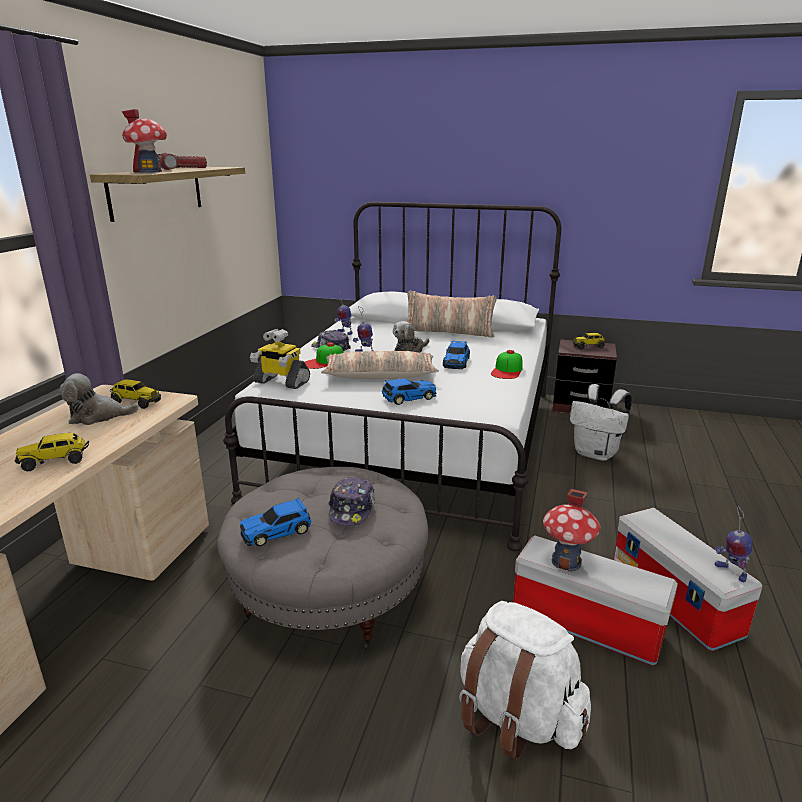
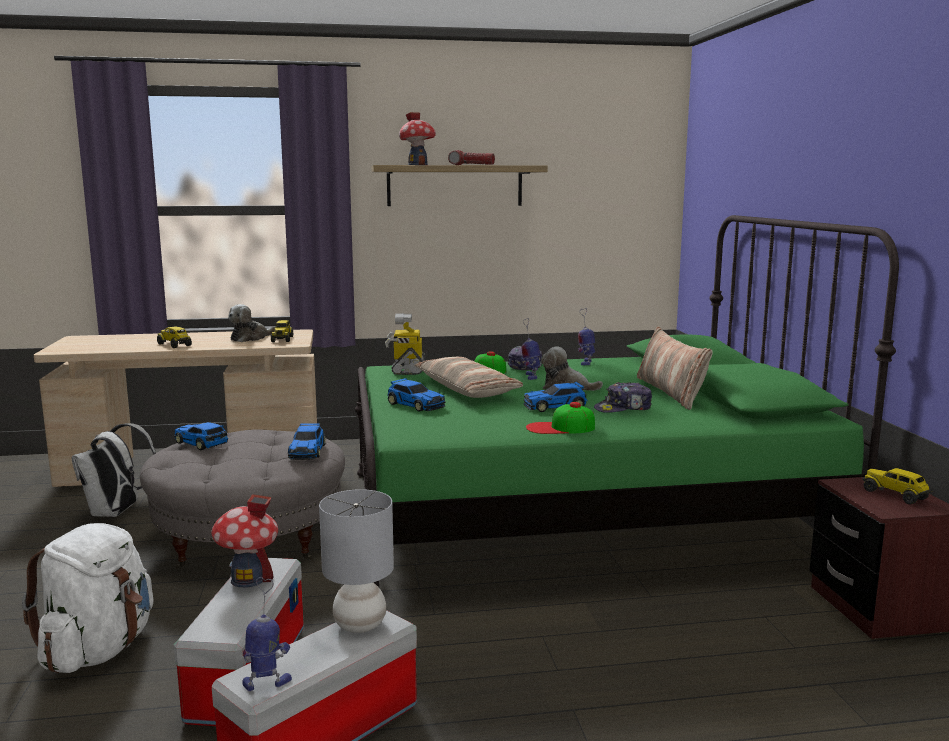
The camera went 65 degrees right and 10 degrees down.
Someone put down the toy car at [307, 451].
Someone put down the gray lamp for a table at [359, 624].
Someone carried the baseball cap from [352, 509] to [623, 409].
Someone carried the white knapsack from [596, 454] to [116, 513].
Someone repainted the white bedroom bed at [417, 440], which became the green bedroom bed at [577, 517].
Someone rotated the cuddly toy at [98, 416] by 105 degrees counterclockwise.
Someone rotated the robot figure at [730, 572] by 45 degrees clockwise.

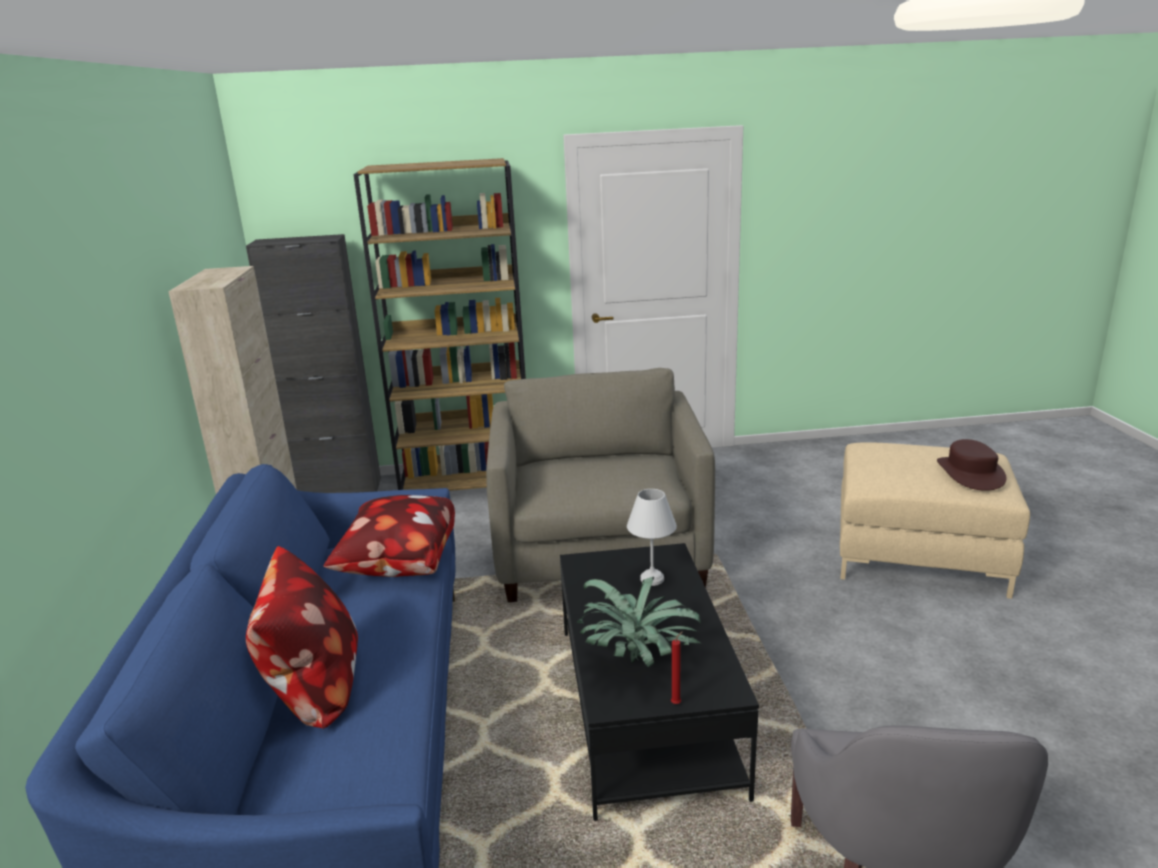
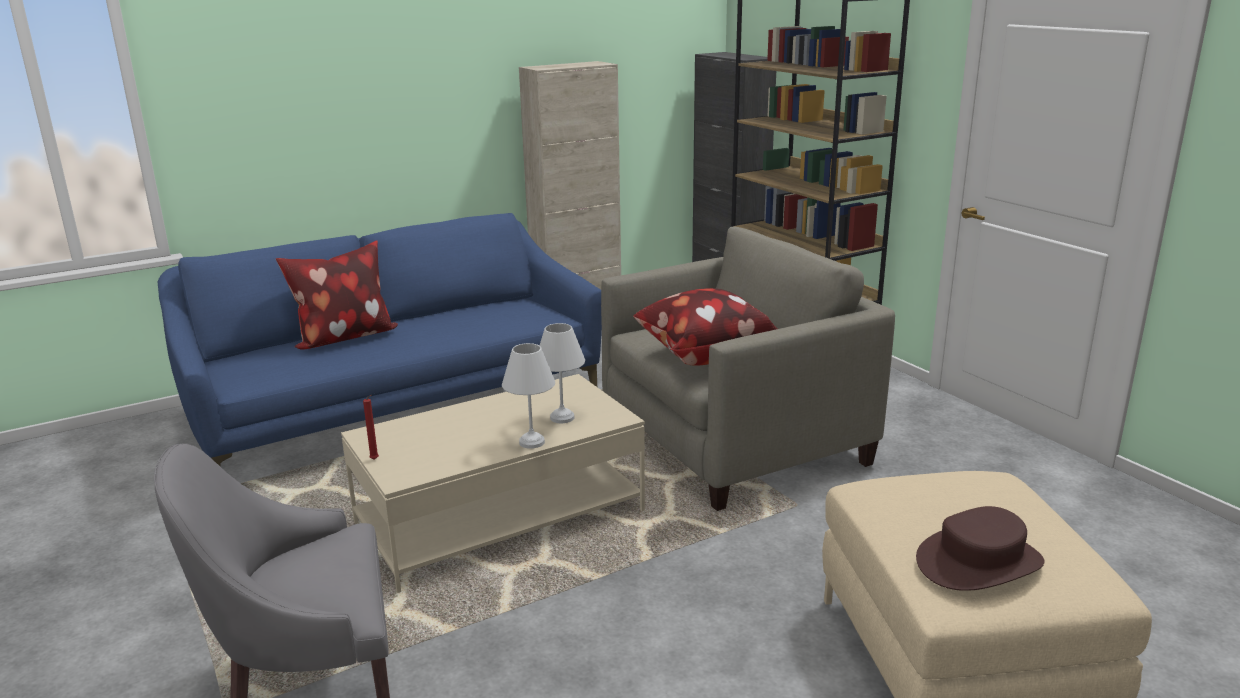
The camera went 65 degrees right and 0 degrees up.
Someone took away the plant in a pot at [638, 659].
Someone put down the white lamp for a table at [532, 442].
Someone carried the pillow from [397, 565] to [703, 355].
Someone repainted the blackish coffee table at [645, 707], which became the beige-coloured coffee table at [500, 517].

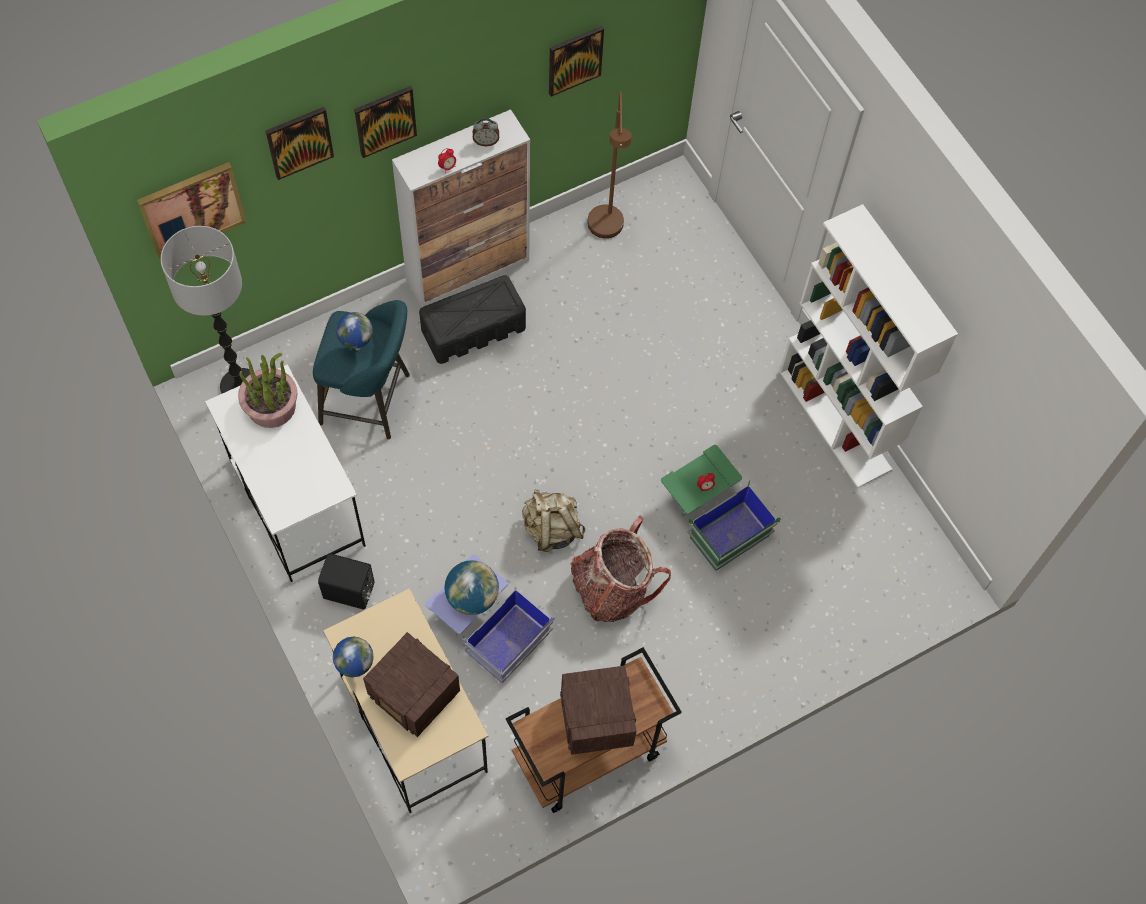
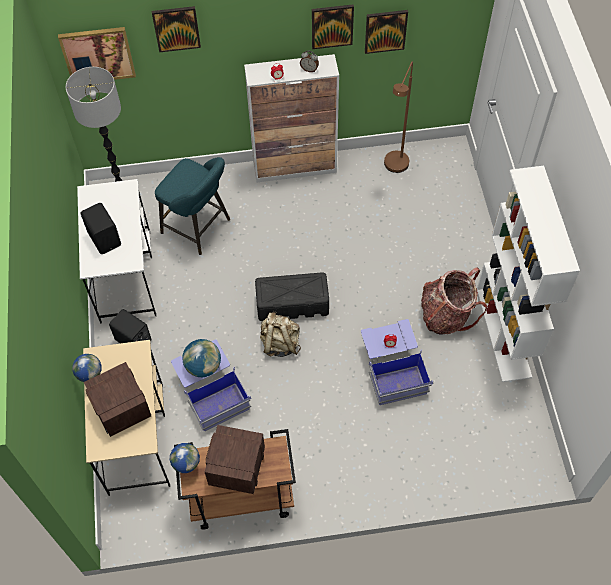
The camera went 25 degrees right and 5 degrees down.
Someone took away the plant in a pot at [272, 406].
Someone put down the blackish loudspeaker at [105, 238].
Someone carried the desk globe from [357, 347] to [187, 467].
Someone carried the picture from [385, 120] to [332, 26].
Someone carried the blackish storage bin from [474, 329] to [293, 304].
Someone carried the knapsack from [612, 588] to [446, 315].
Someone repainted the green storage bin at [714, 517], which became the blue storage bin at [393, 369].

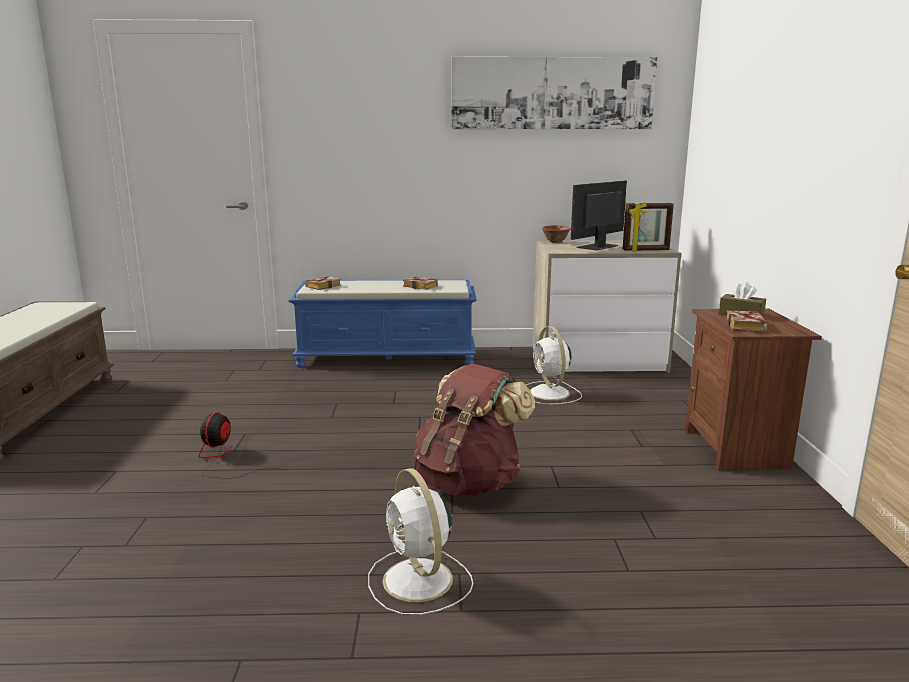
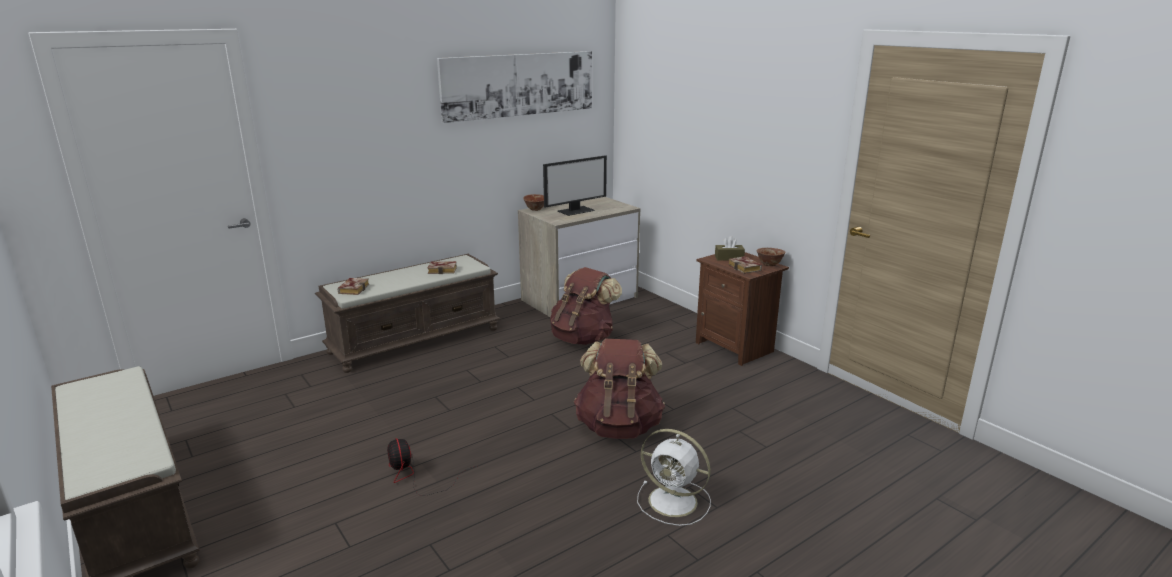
The camera went 35 degrees left and 5 degrees up.
Someone took away the standing frame at [646, 250].
Someone put down the bowl at [769, 264].
Someone swapped the white electric fan at [550, 393] for the brown knapsack at [583, 338].
Someone repainted the blue bench at [388, 358], which became the brown bench at [415, 340].
Someone rotated the computer screen at [597, 247] by 135 degrees counterclockwise.

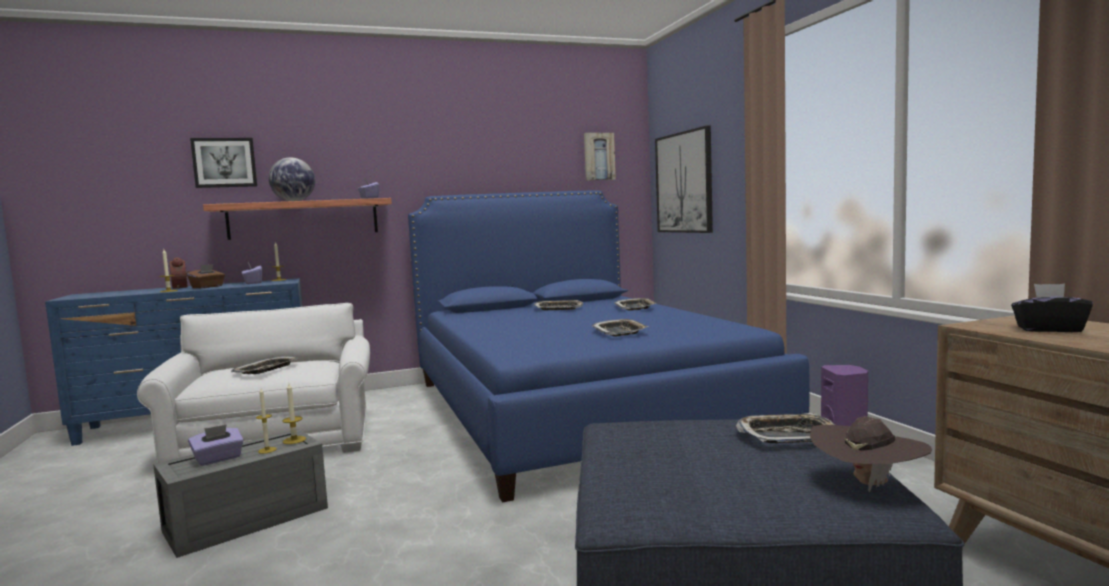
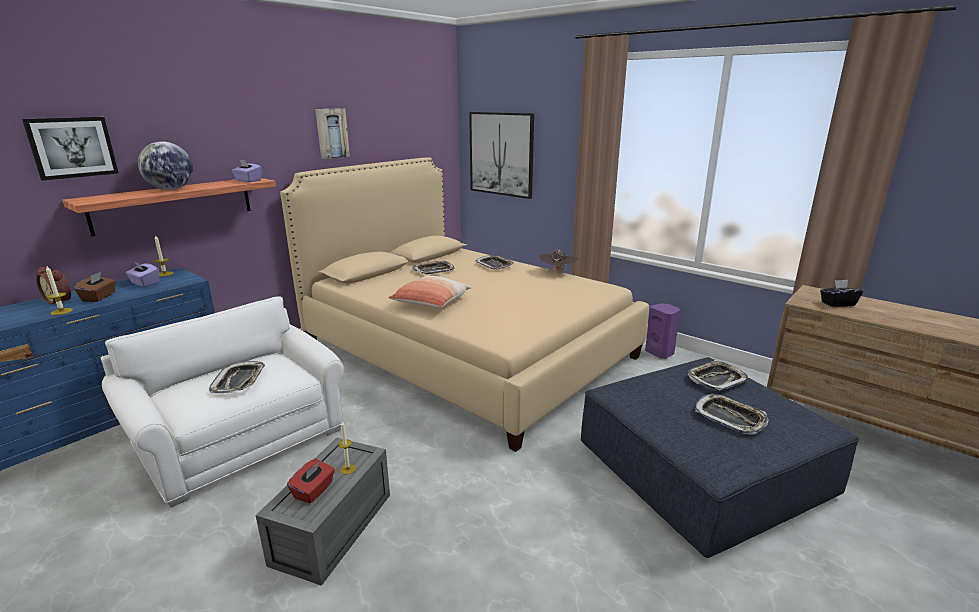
The camera went 30 degrees left and 15 degrees up.
Someone took away the wax light at [294, 440].
Someone put down the pillow at [431, 303].
Someone carried the picture from [599, 156] to [331, 133].
Someone carried the serving tray from [620, 332] to [729, 417].
Someone carried the brown wearable hat from [868, 484] to [558, 273].
Someone repainted the purple-coloured tissue box at [218, 459], which became the reddish tissue box at [314, 491].
Someone repainted the blue bedroom bed at [576, 409], which became the beige-coloured bedroom bed at [467, 350].

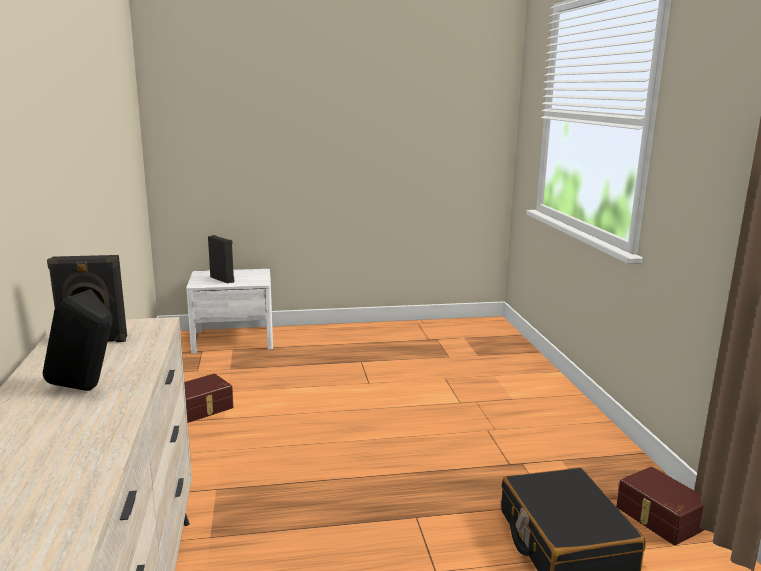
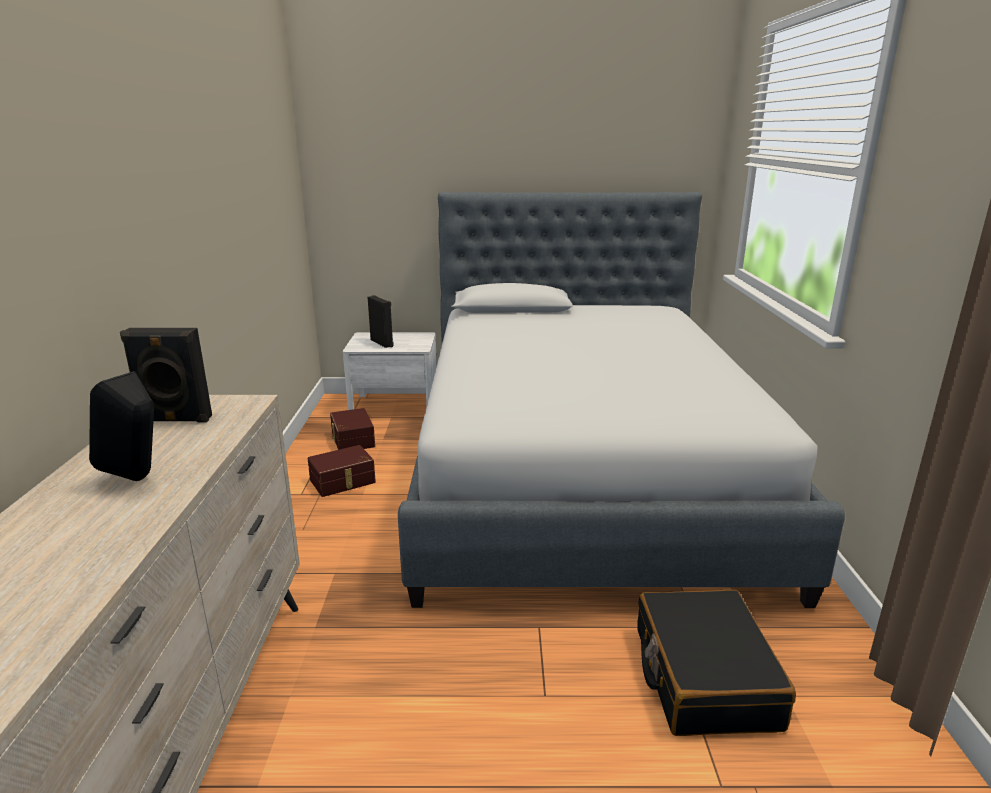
The camera went 10 degrees right and 5 degrees up.
Someone put down the bedroom bed at [580, 472].
Someone carried the brown storage bin from [659, 518] to [351, 440].

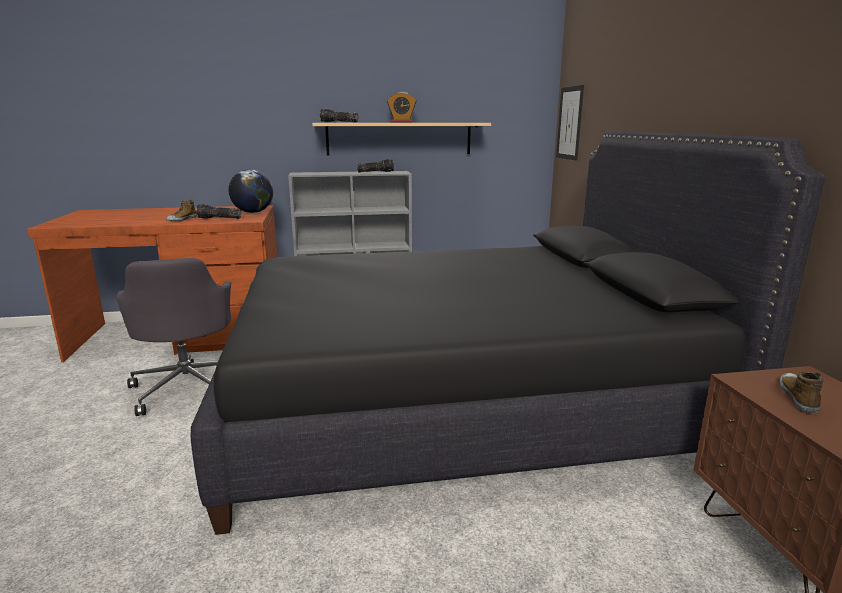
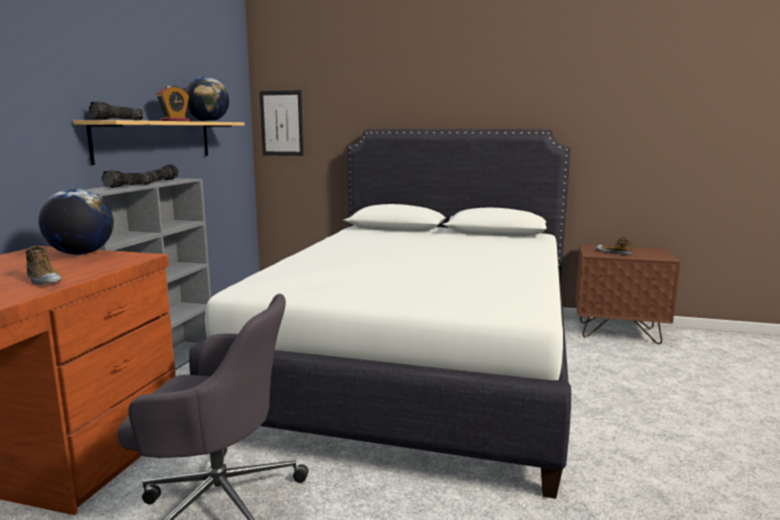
The camera went 65 degrees left and 5 degrees down.
Someone put down the desk globe at [208, 121].
Someone carried the torch from [219, 218] to [129, 186].
Someone repainted the blackish bedroom bed at [457, 404], which became the white bedroom bed at [419, 365].

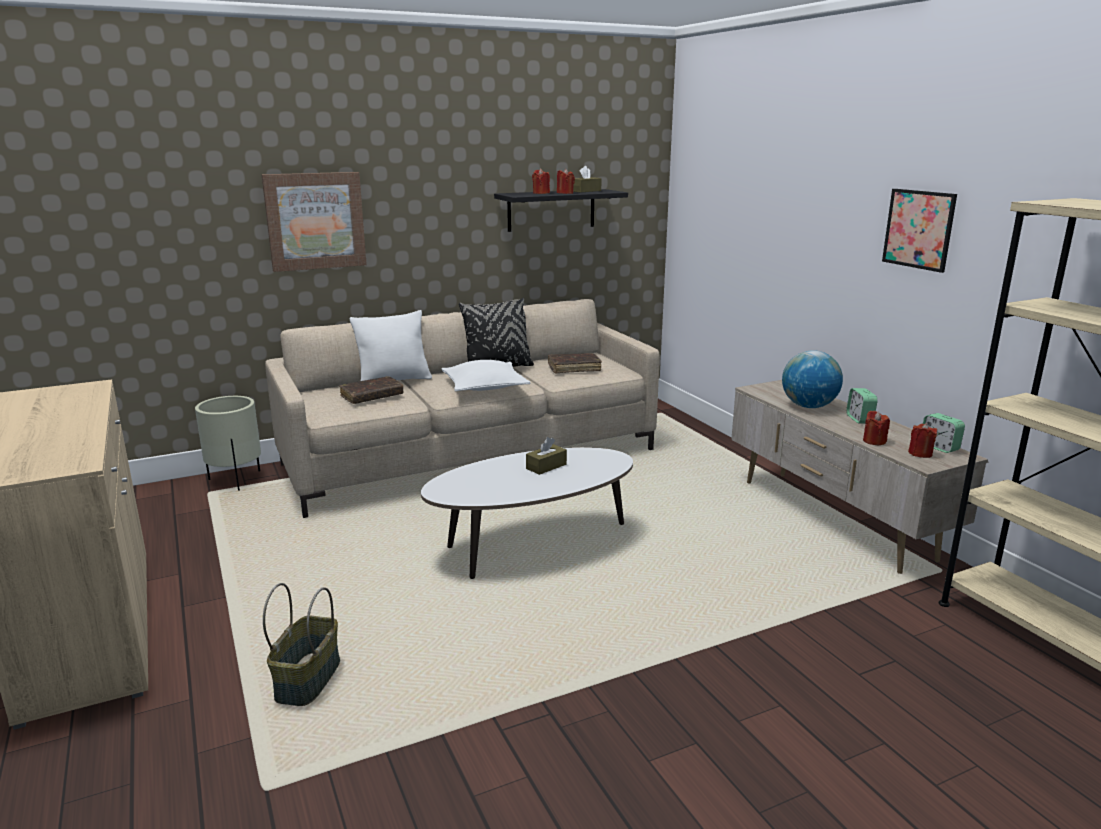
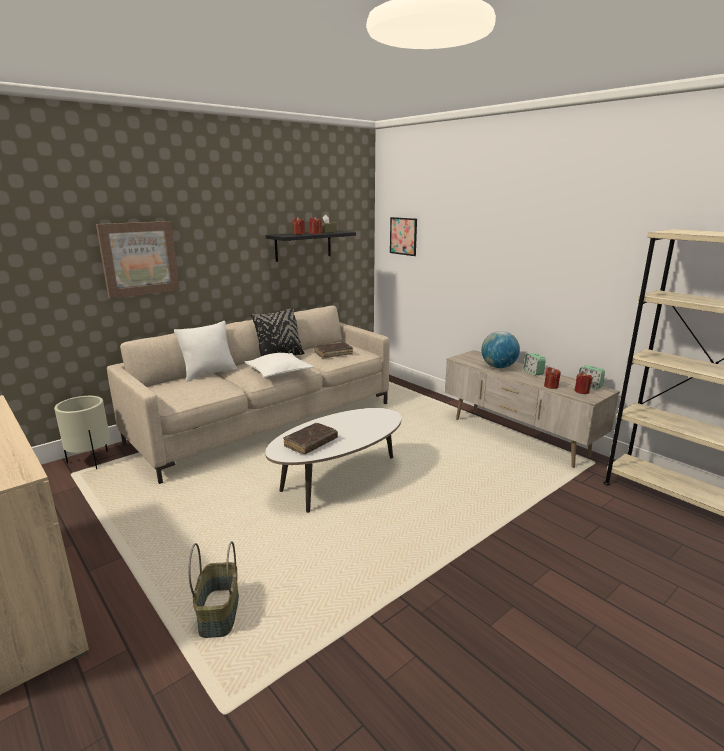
The camera went 15 degrees left and 0 degrees up.
Someone took away the brown tissue box at [546, 466].
Someone carried the brown bound book from [372, 396] to [311, 443].
Someone carried the picture from [918, 229] to [403, 236].

